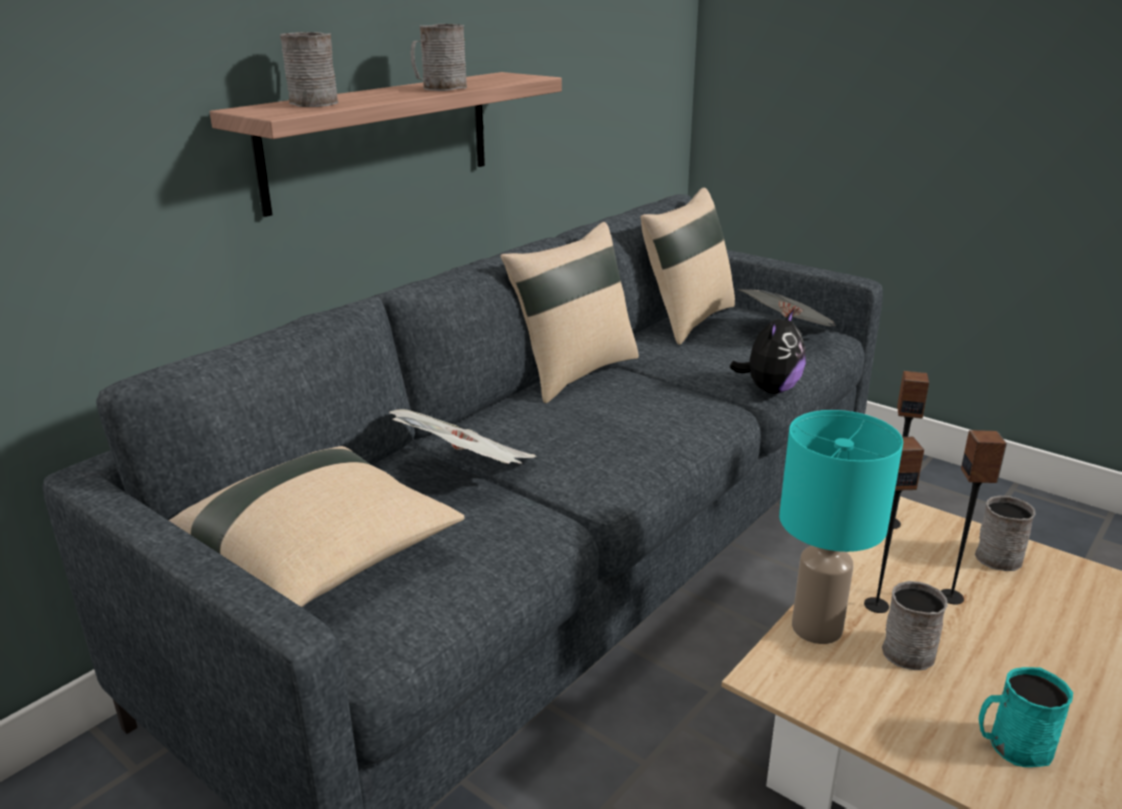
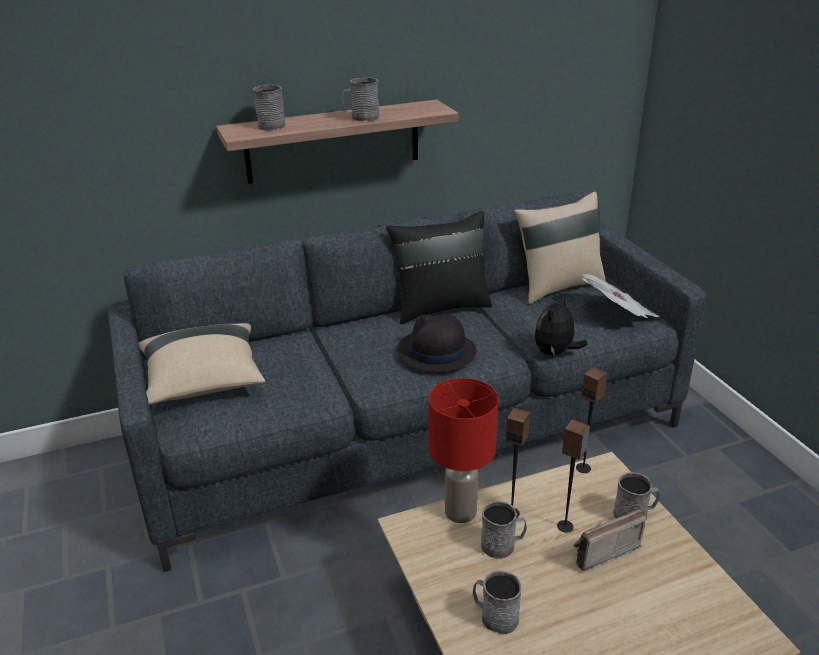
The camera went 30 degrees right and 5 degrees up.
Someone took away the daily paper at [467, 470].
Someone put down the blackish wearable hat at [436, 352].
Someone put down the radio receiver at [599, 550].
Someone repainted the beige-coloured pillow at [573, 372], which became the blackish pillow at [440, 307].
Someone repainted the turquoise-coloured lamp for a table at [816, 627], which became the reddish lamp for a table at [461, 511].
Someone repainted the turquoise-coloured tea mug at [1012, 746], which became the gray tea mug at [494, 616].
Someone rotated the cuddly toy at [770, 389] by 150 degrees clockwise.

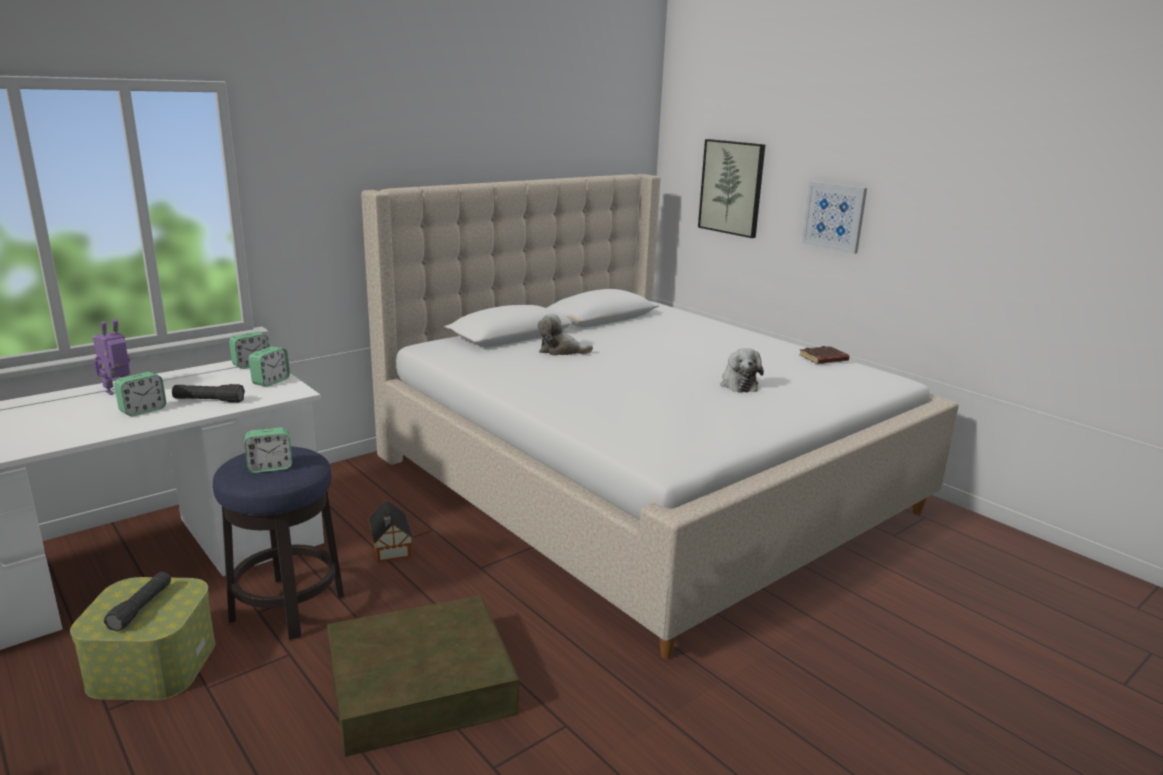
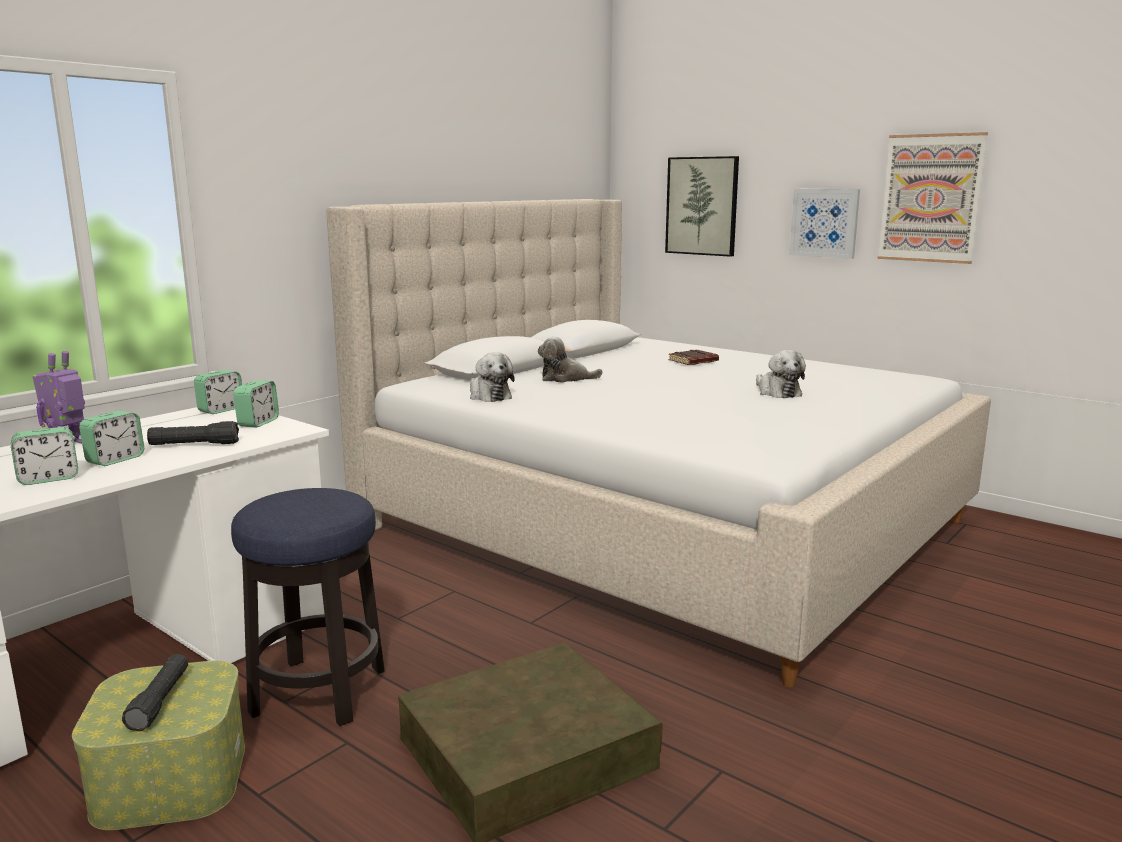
The camera went 10 degrees left and 5 degrees down.
Someone took away the model house at [390, 548].
Someone put down the cuddly toy at [488, 396].
Someone put up the picture at [930, 198].
Someone carried the bedside clock from [270, 467] to [48, 479].
Someone carried the brown bound book from [823, 359] to [693, 361].

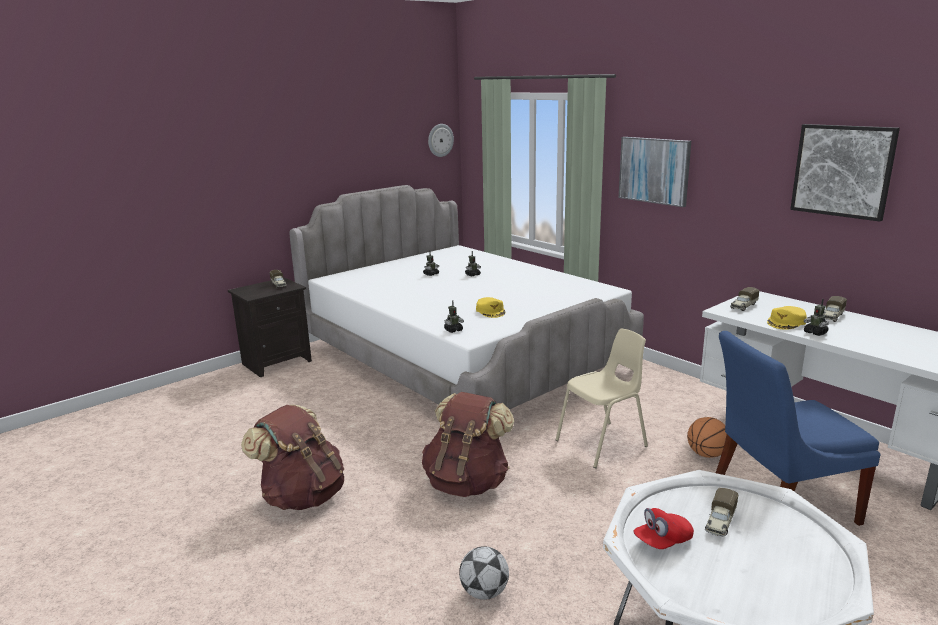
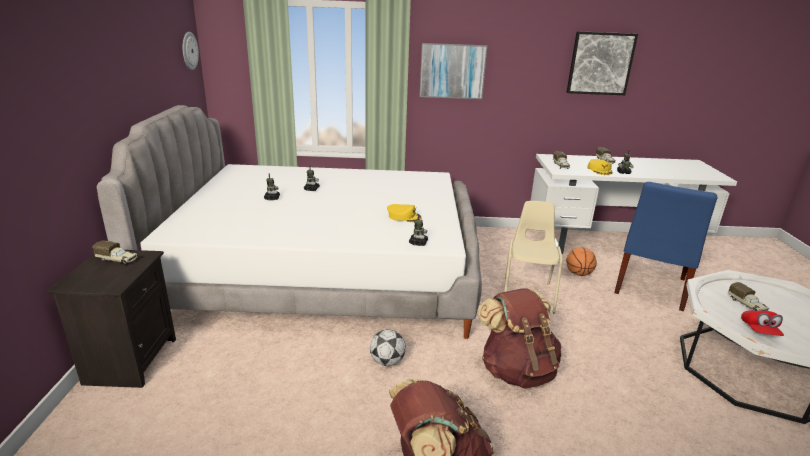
The camera went 50 degrees left and 5 degrees up.
Someone carried the football ball from [484, 592] to [387, 362].

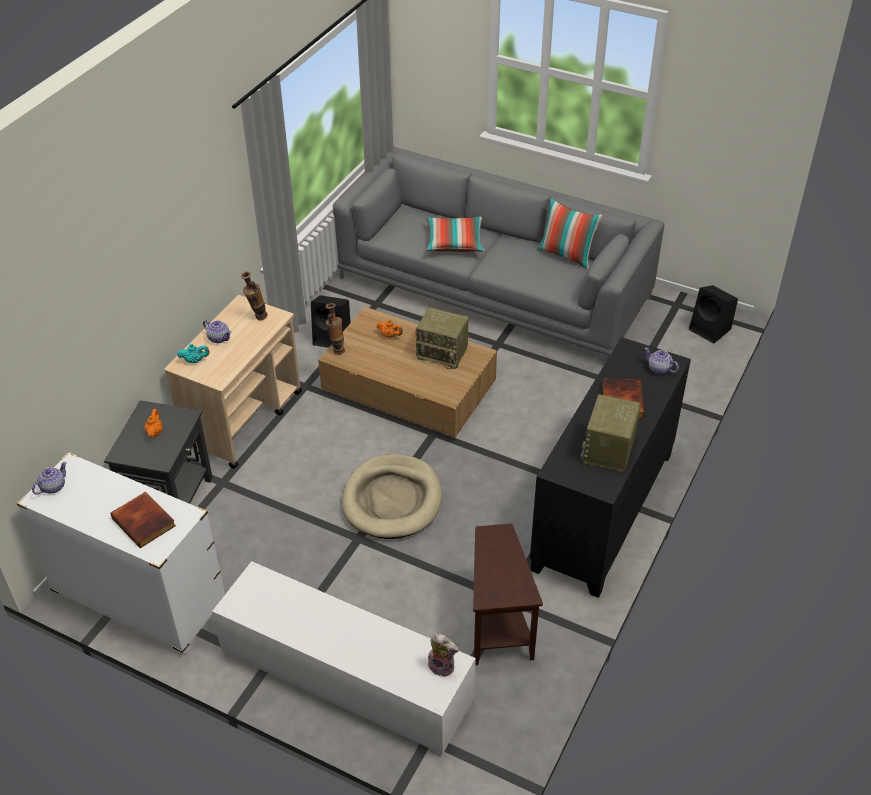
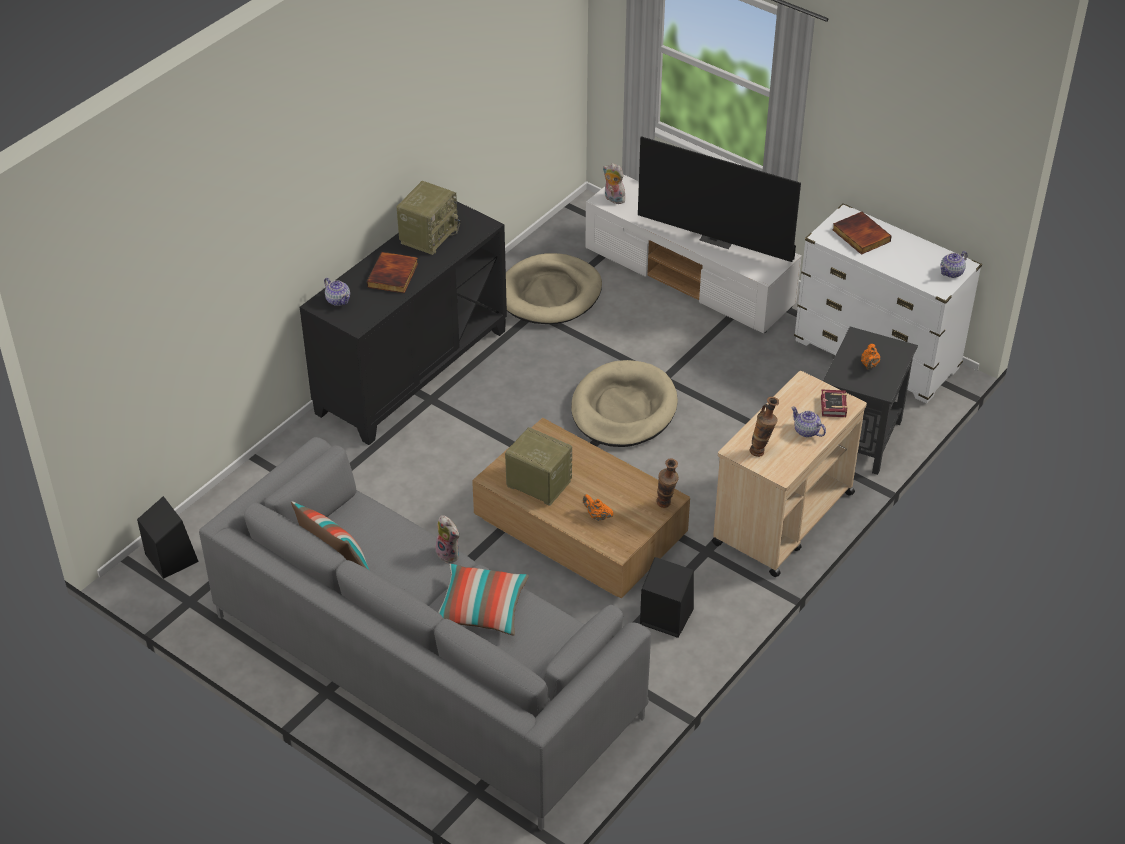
The camera went 170 degrees left and 0 degrees up.
Someone put down the cuddly toy at [449, 554].
Someone put down the TV at [718, 238].
Someone swapped the turquoise-coloured teapot at [195, 361] for the bound book at [832, 407].
Someone swapped the brown accent table at [498, 628] for the beige-coloured pet bed at [549, 293].

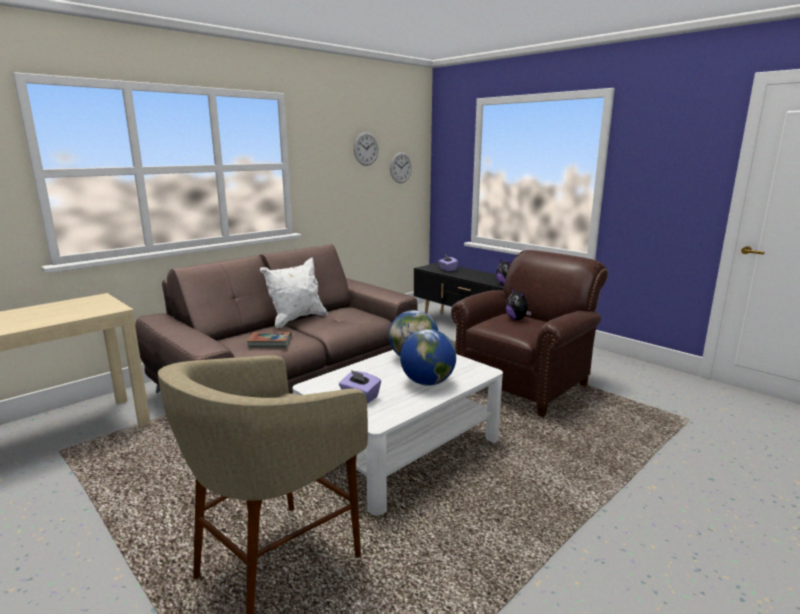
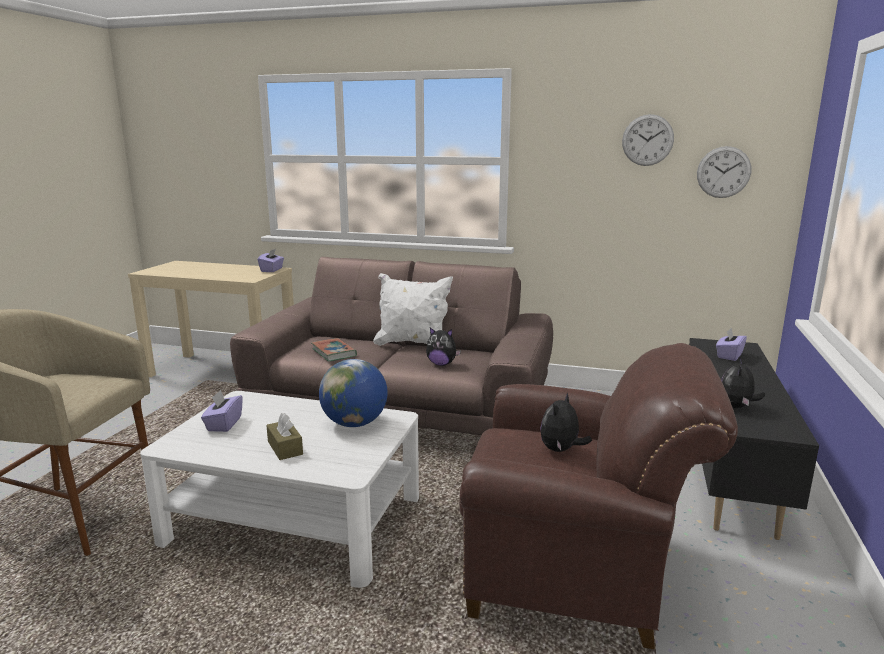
The camera went 60 degrees right and 0 degrees up.
Someone put down the purple-coloured tissue box at [272, 270].
Someone put down the cuddly toy at [441, 364].
Someone swapped the desk globe at [427, 382] for the brown tissue box at [285, 448].

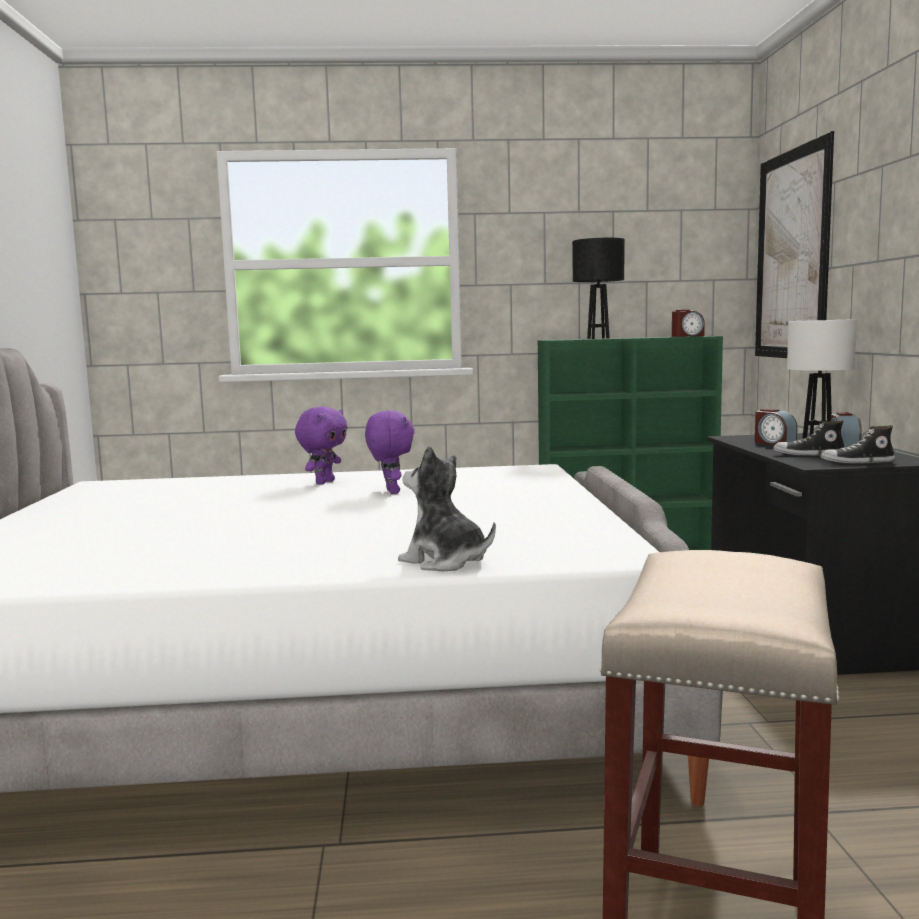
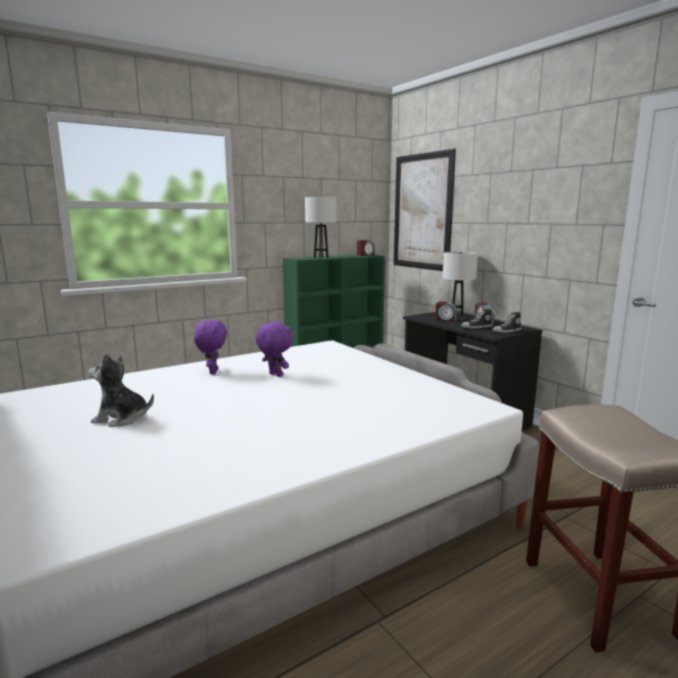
The camera went 30 degrees left and 5 degrees up.
Someone carried the cuddly toy from [445, 562] to [121, 418].
Someone repainted the blackish lamp for a table at [598, 338], which became the white lamp for a table at [321, 257].

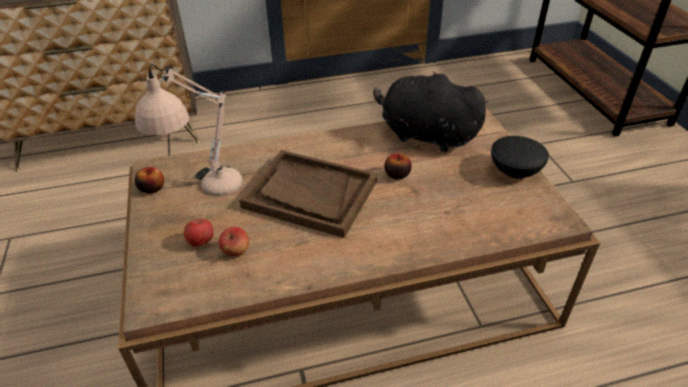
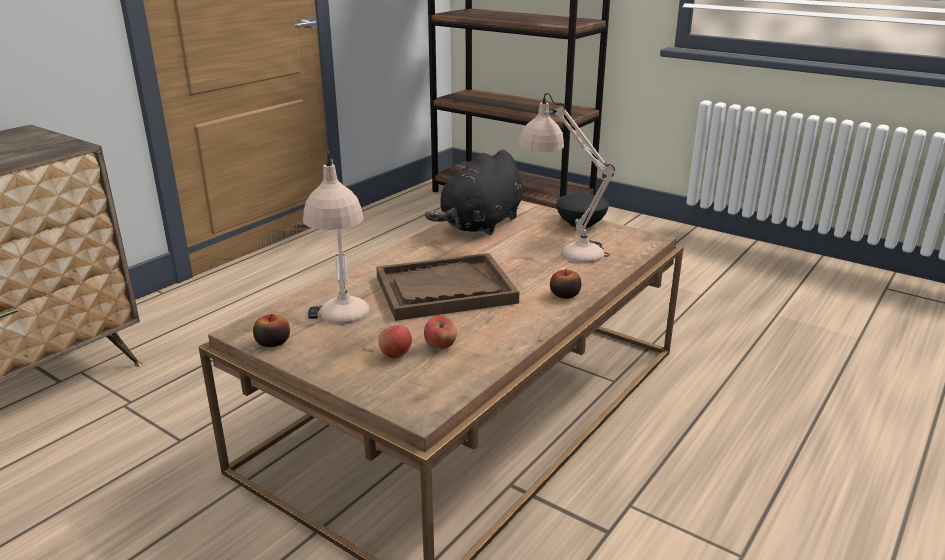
The camera went 40 degrees left and 15 degrees down.
Someone put down the beige-coloured lamp for a table at [562, 249].
Someone carried the apple fruit from [397, 174] to [564, 295].
Someone rotated the blackish cuddly toy at [424, 135] by 45 degrees counterclockwise.

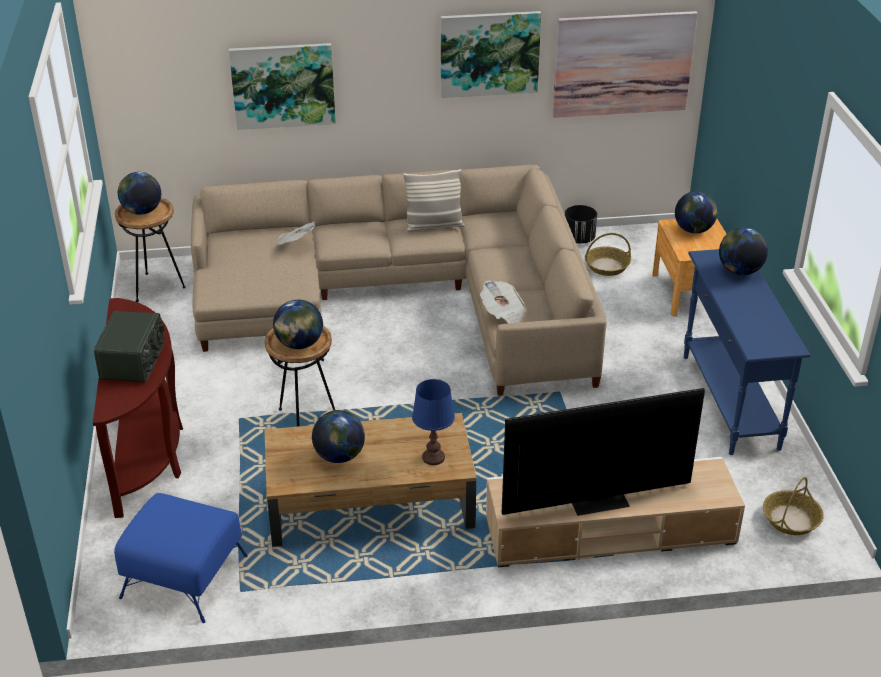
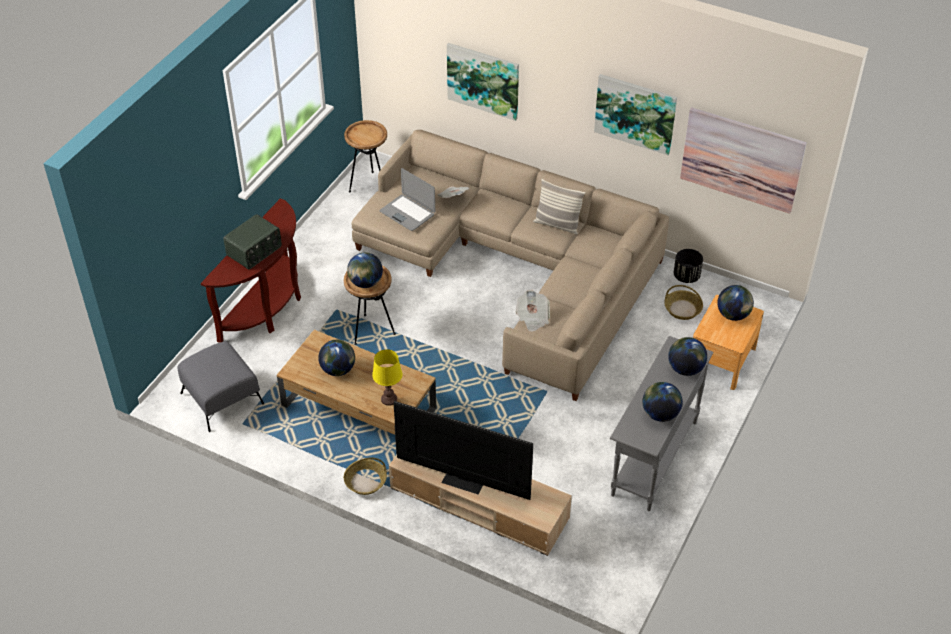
The camera went 35 degrees right and 10 degrees up.
Someone put down the portable computer at [407, 213].
Someone carried the desk globe from [142, 211] to [660, 414].
Someone carried the basket from [791, 519] to [365, 481].
Someone repainted the blue pouffe at [184, 576], which became the gray pouffe at [222, 398].
Someone repainted the blue lamp for a table at [433, 457], which became the yellow lamp for a table at [389, 399].
Someone repainted the blue console table at [729, 402], which became the gray console table at [654, 458].

